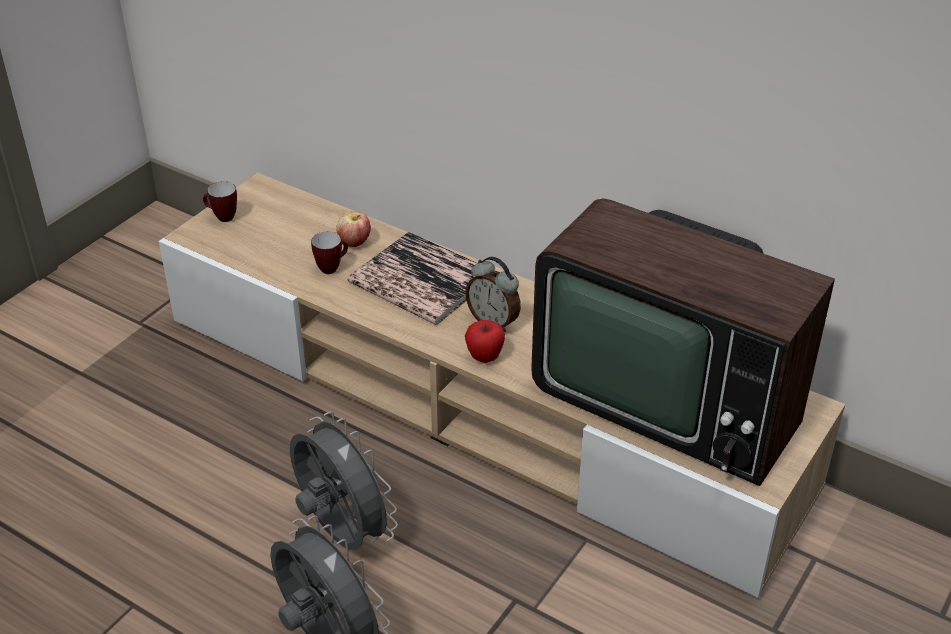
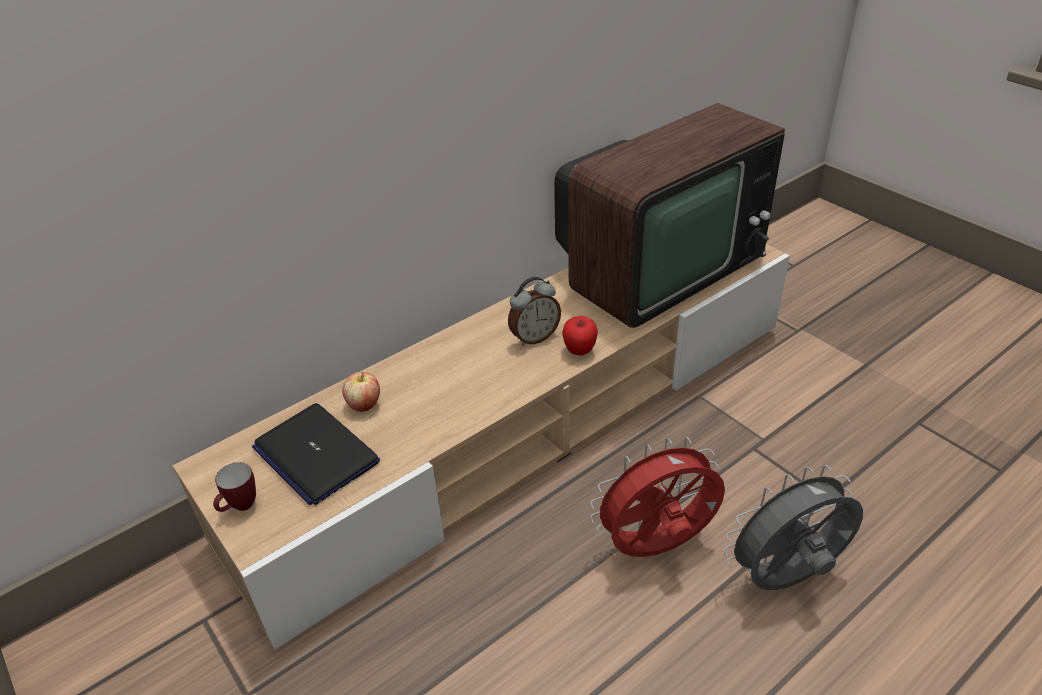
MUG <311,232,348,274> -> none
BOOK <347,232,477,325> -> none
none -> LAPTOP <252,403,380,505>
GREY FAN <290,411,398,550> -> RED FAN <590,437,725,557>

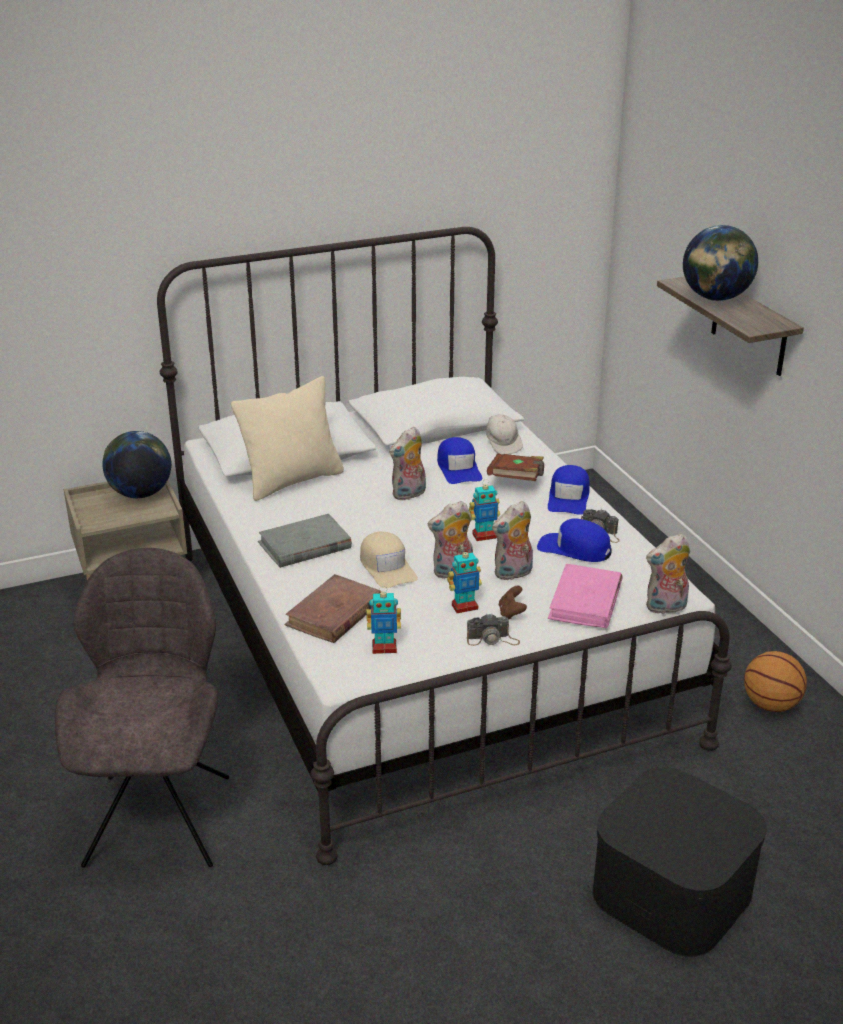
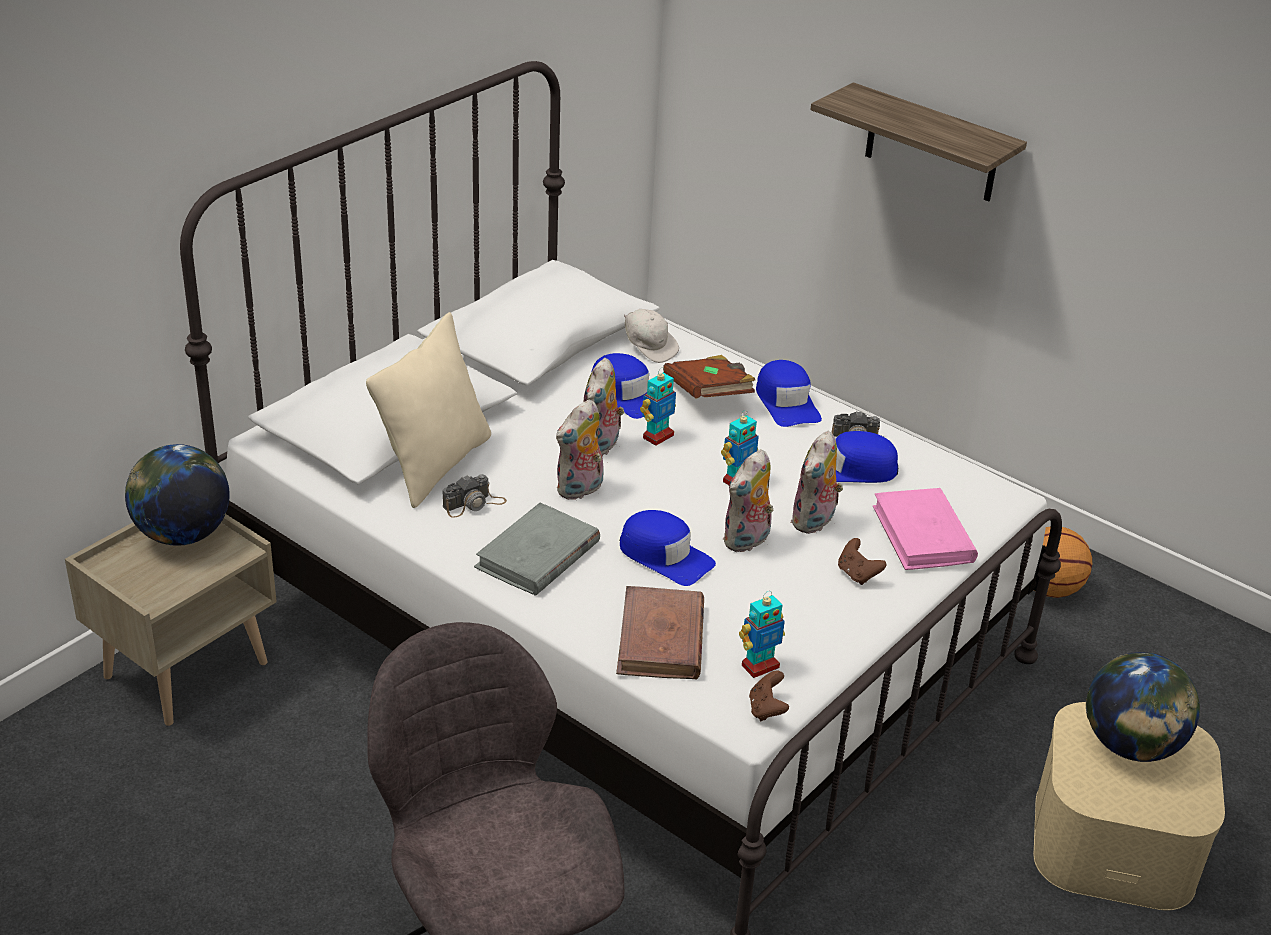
none -> BROWN GAME CONTROLLER <749,670,789,721>
TOY ROBOT <447,547,482,613> -> TOY ROBOT <640,367,676,446>, shifted
PHOTO CAMERA <467,613,520,646> -> PHOTO CAMERA <443,474,507,518>, shifted
PLUSH TOY <646,533,690,614> -> PLUSH TOY <556,399,604,500>, shifted
GLOBE <683,225,758,301> -> GLOBE <1086,652,1200,762>, shifted
BEIGE CAP <360,532,418,588> -> BLUE CAP <620,510,716,586>
BLACK STORAGE BOX <592,767,767,957> -> BEIGE STORAGE BOX <1034,702,1225,911>

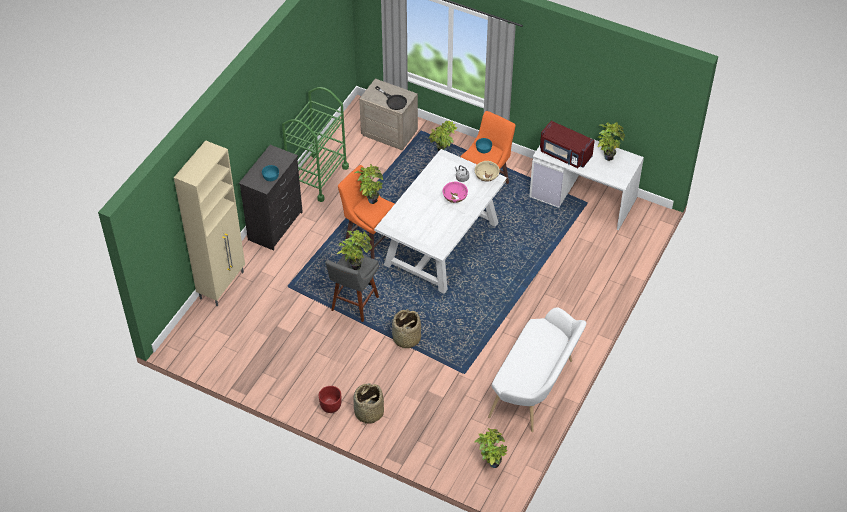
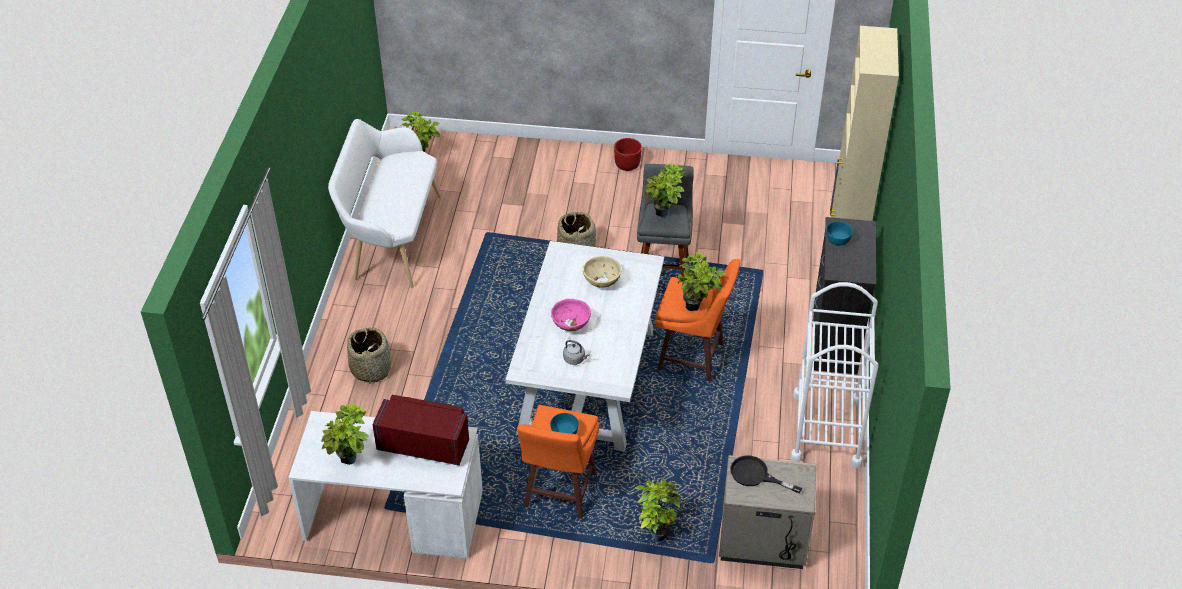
BASKET <353,383,384,425> -> BASKET <347,327,391,384>, shifted
BEIGE BOWL <475,161,500,182> -> BEIGE BOWL <583,256,621,287>, shifted
GREEN CART <282,87,349,202> -> WHITE CART <790,282,879,468>

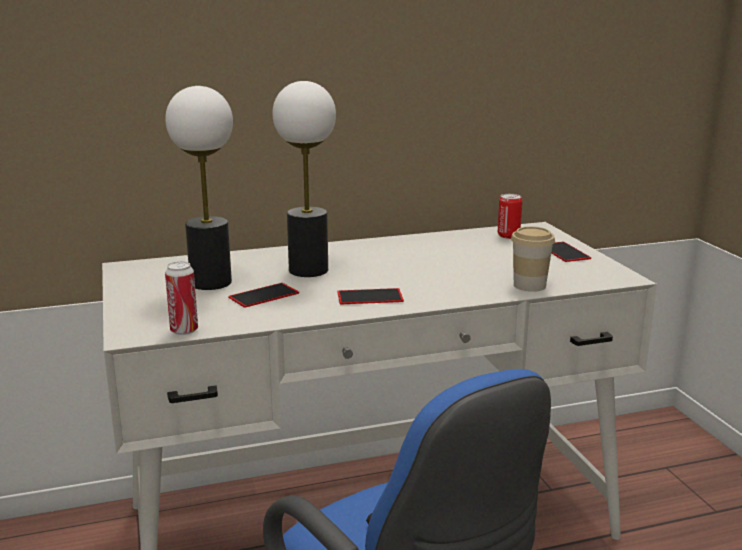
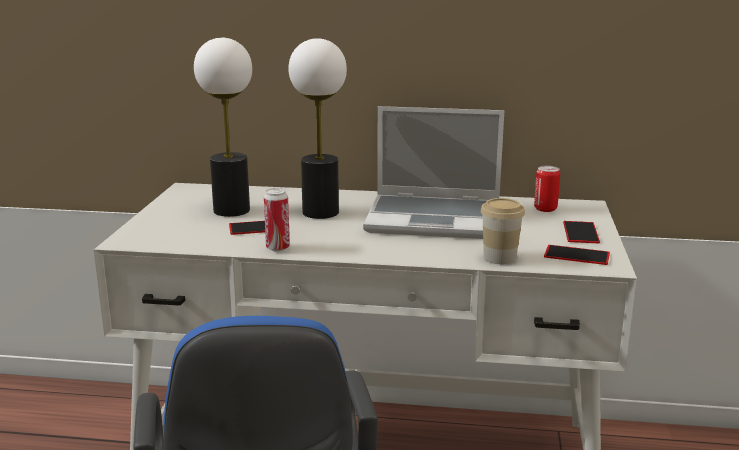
none -> LAPTOP <363,106,504,239>
CAN <165,261,198,335> -> CAN <264,188,290,252>, shifted
PHONE <337,288,404,304> -> PHONE <544,245,610,265>, shifted

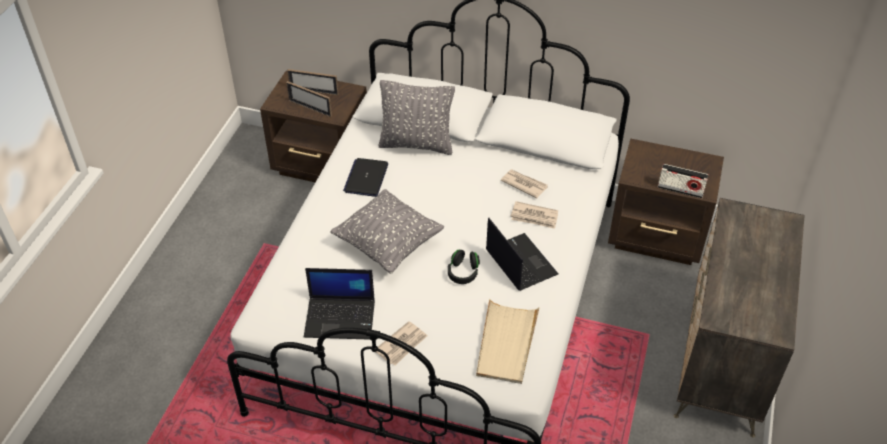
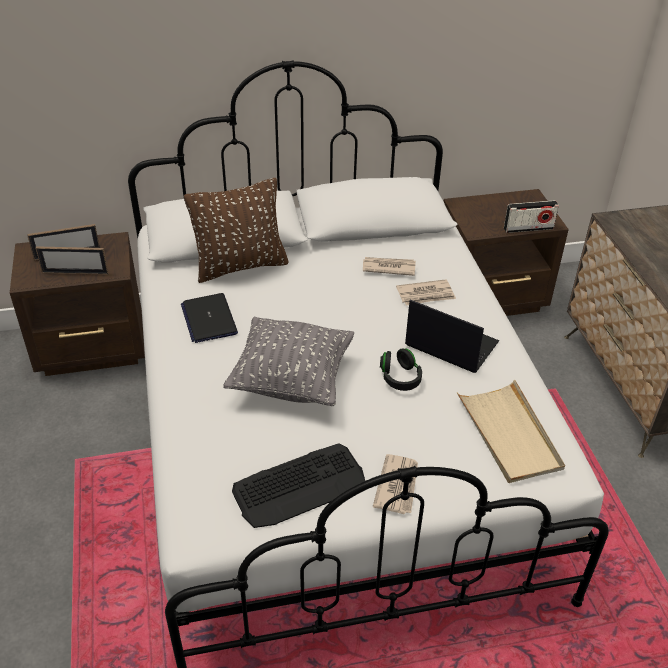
LAPTOP <304,268,375,340> -> KEYBOARD <232,443,365,528>
GREY PILLOW <378,80,455,155> -> BROWN PILLOW <184,178,289,283>

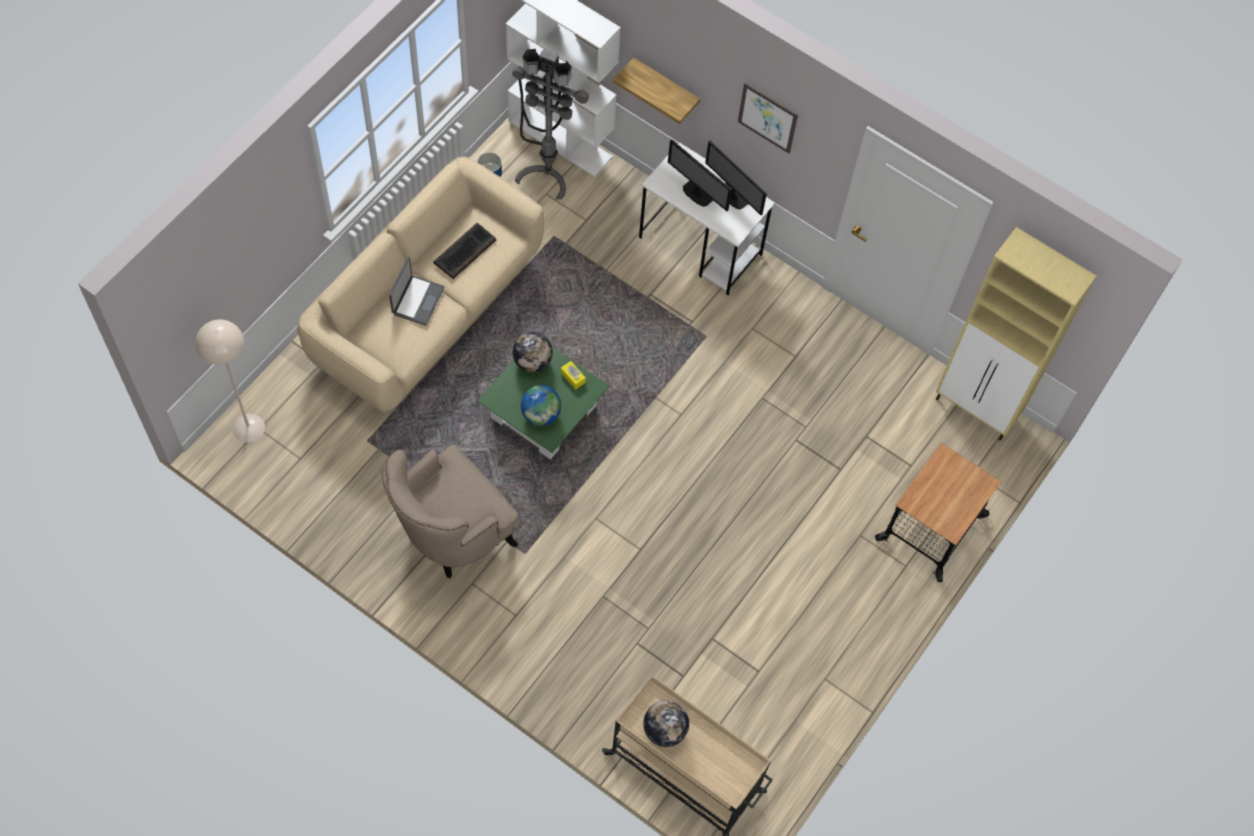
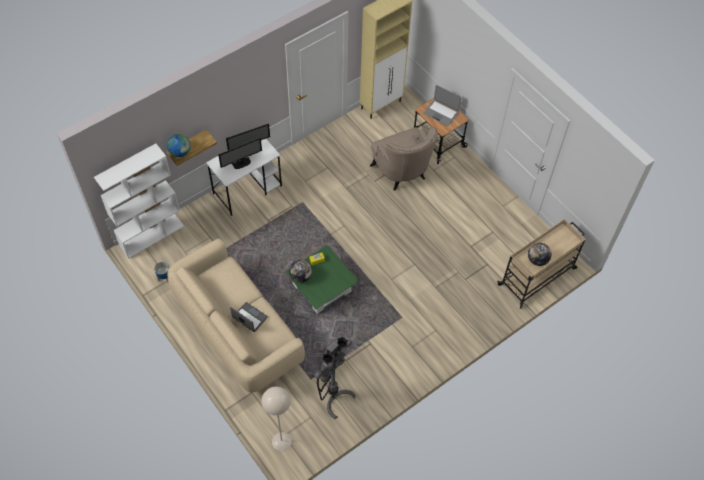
KEYBOARD <433,223,496,279> -> none
PICTURE <738,83,798,153> -> none
none -> LAPTOP <423,85,461,126>
BEIGE ARMCHAIR <381,445,519,579> -> BEIGE ARMCHAIR <370,127,438,190>, shifted
GREY FLOOR LAMP <512,49,589,200> -> GREY FLOOR LAMP <314,337,356,419>, shifted
GLOBE <521,385,561,426> -> GLOBE <167,134,191,157>, shifted

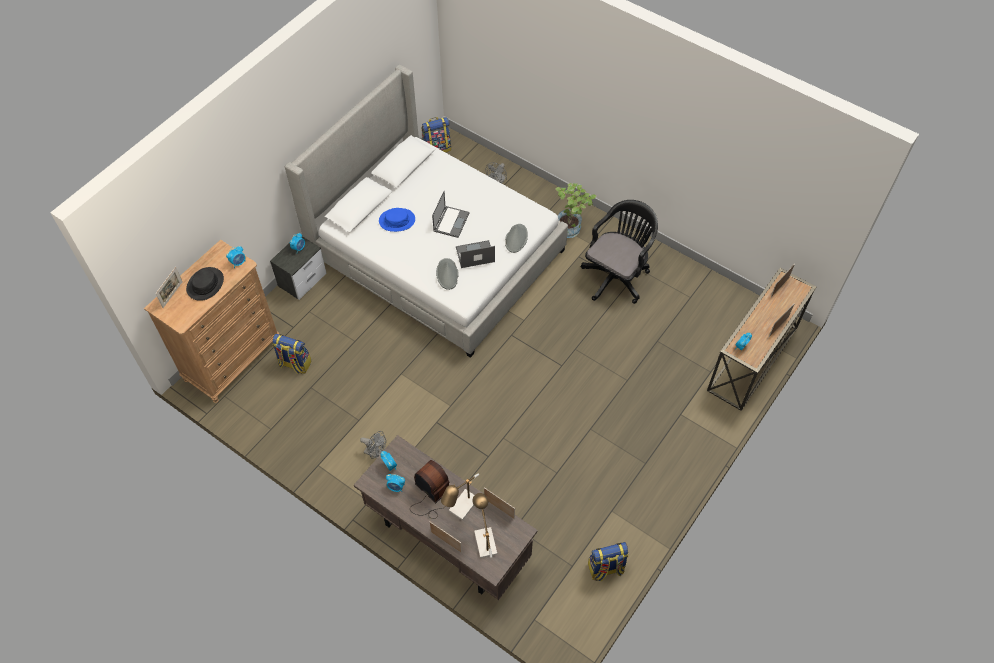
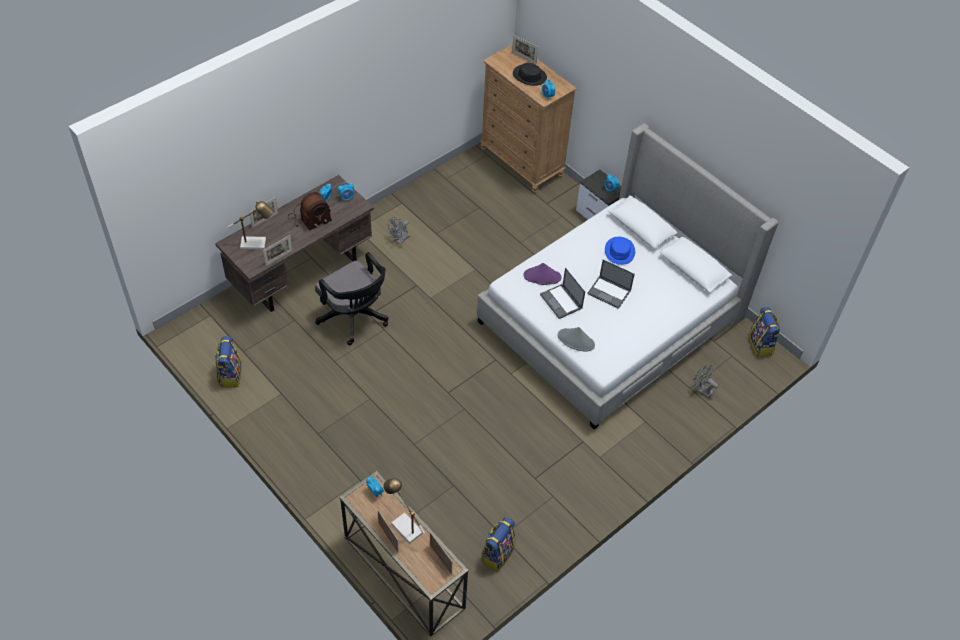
POTTED PLANT <556,183,596,238> -> none
BACKPACK <273,334,312,374> -> BACKPACK <481,517,515,572>, shifted
TABLE LAMP <441,474,479,520> -> TABLE LAMP <383,478,425,544>, shifted
BLACK OFFICE CHAIR <581,200,658,304> -> BLACK OFFICE CHAIR <315,252,388,345>, shifted
GREY HAT <436,258,459,290> -> PURPLE HAT <523,263,562,285>
LAPTOP <456,240,495,268> -> LAPTOP <540,268,585,319>, 150 degrees clockwise

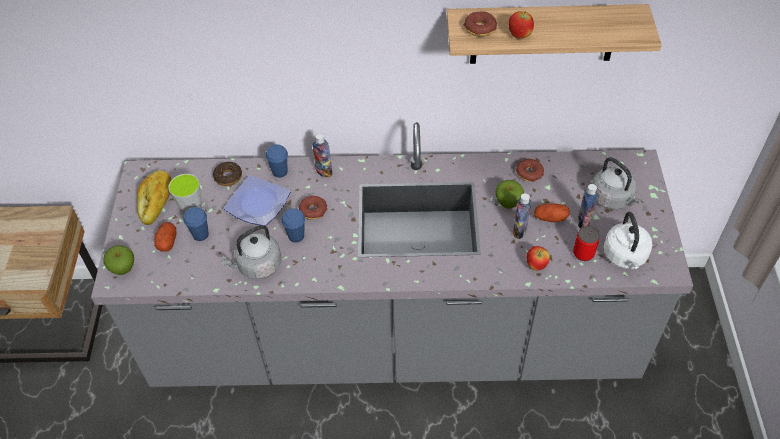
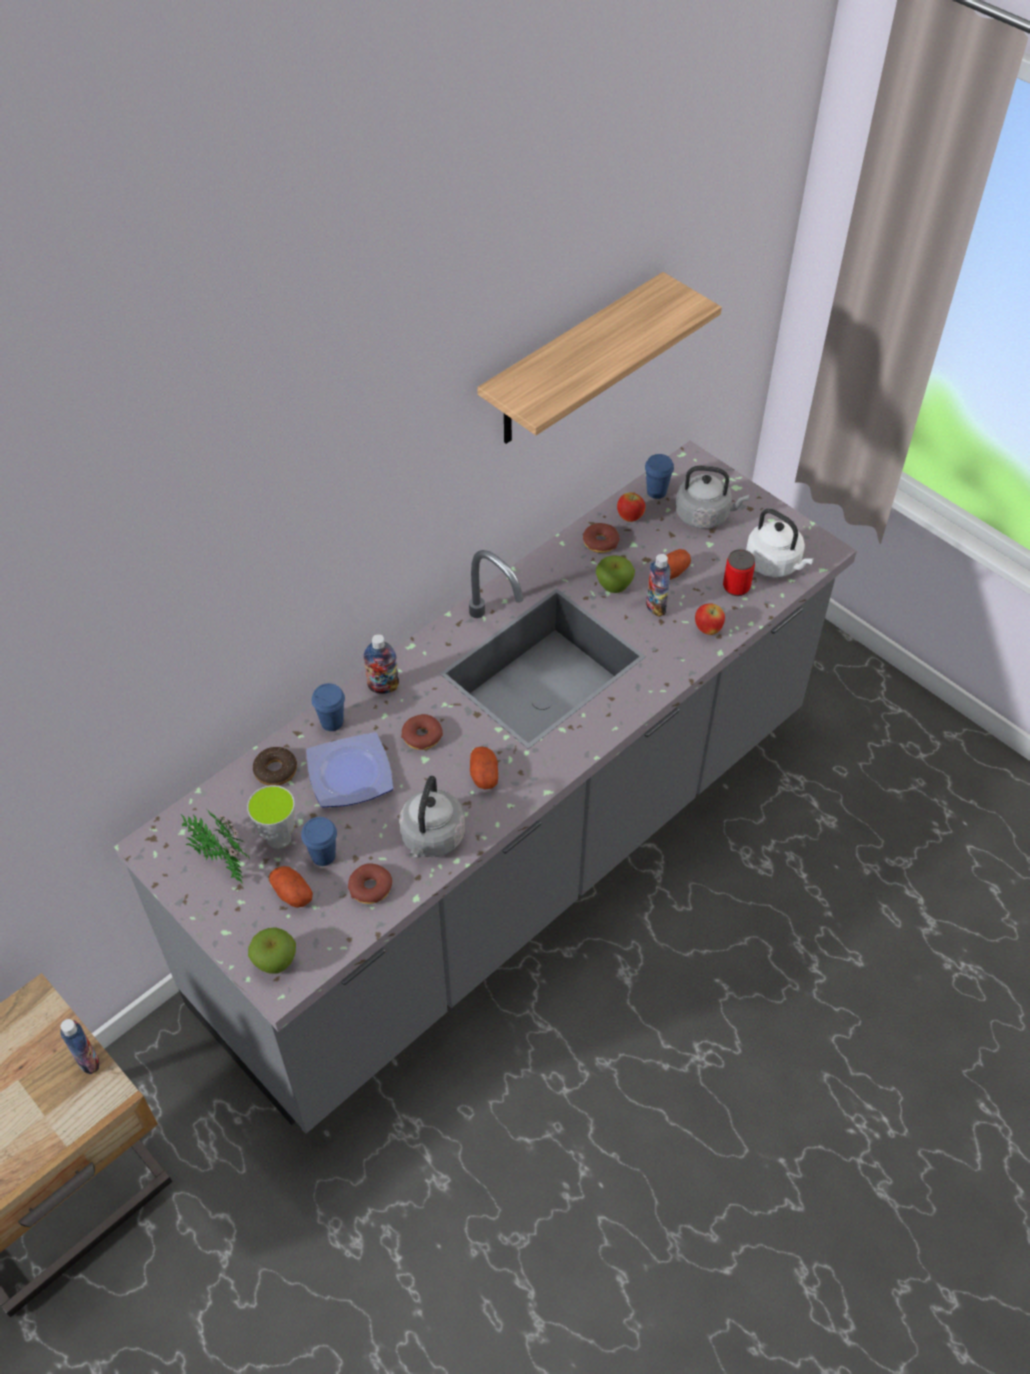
none -> POTATO <470,747,498,789>
BLUE CUP <281,208,305,243> -> BLUE CUP <645,454,674,499>, shifted
DONUT <464,11,497,37> -> DONUT <348,863,392,904>, shifted
APPLE <508,11,534,39> -> APPLE <617,492,646,522>, shifted
BOTTLE <577,184,598,228> -> BOTTLE <60,1019,99,1074>, shifted
BREAD <137,170,171,225> -> POTTED PLANT <181,808,250,884>

